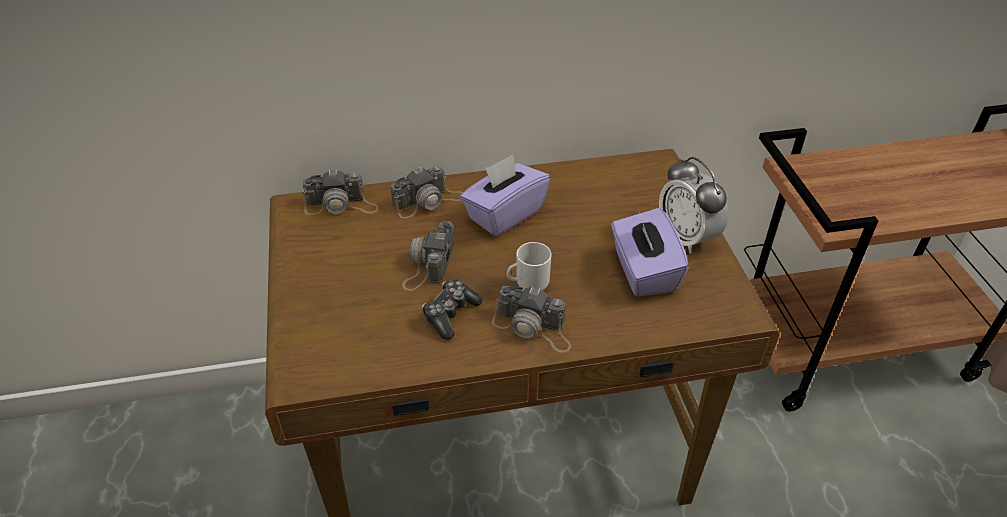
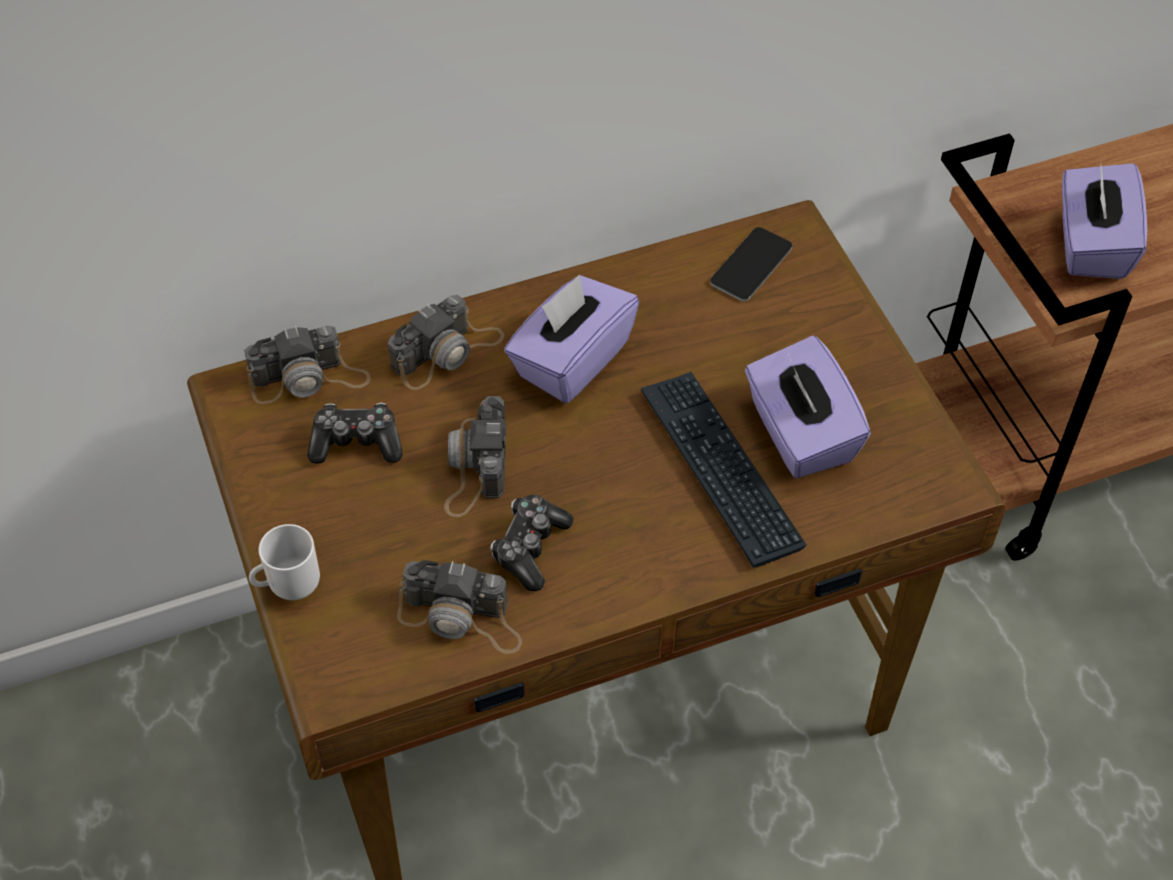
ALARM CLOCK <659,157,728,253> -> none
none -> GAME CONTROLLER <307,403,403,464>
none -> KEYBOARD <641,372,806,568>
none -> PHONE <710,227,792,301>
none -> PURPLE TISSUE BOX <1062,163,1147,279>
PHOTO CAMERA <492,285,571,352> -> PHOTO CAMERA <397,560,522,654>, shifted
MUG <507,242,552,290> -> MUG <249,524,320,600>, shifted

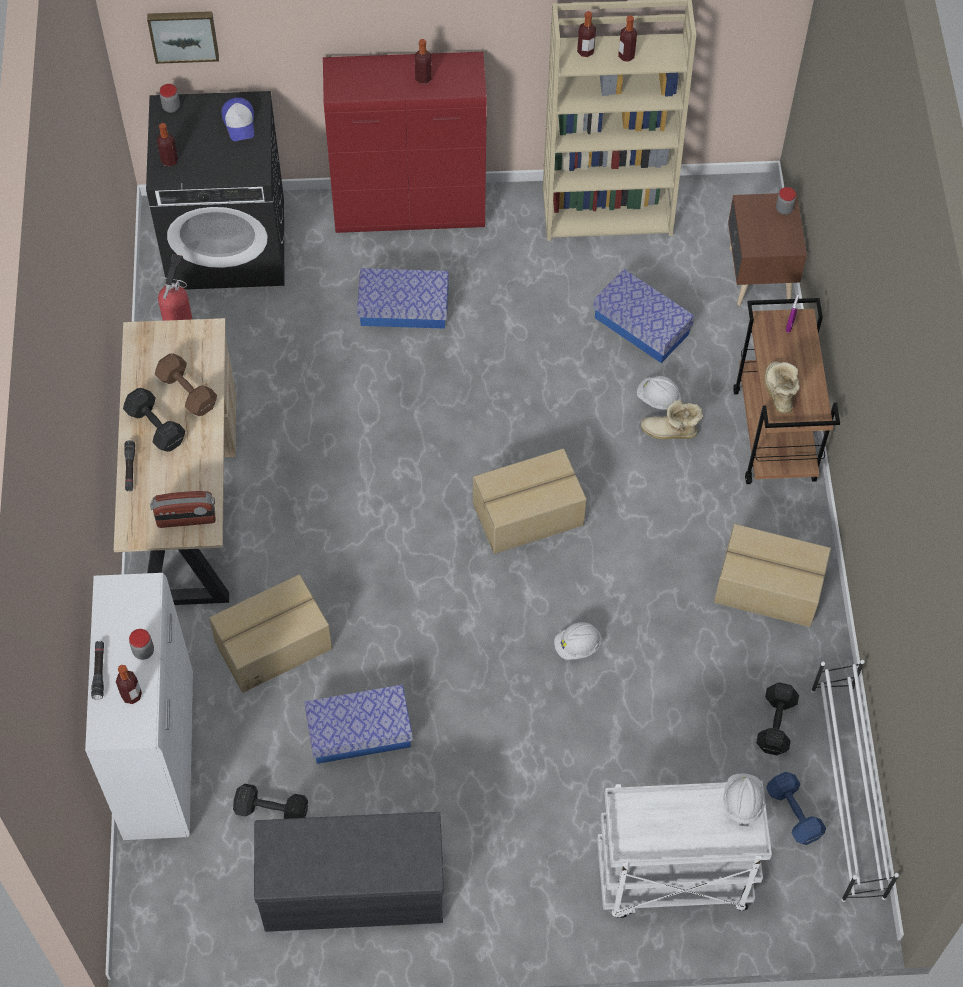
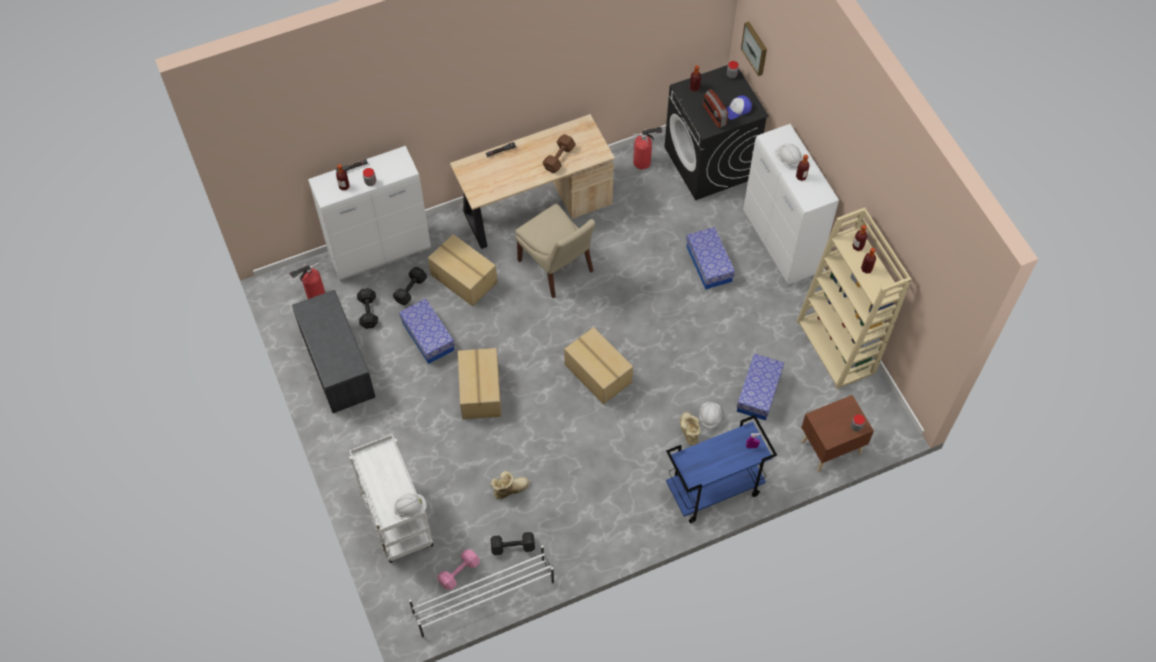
none -> FIRE EXTINGUISHER <289,263,325,299>
none -> BEIGE CHAIR <515,204,595,298>
BLACK DUMBBELL <123,388,185,452> -> BLACK DUMBBELL <393,267,427,305>, shifted
RADIO <150,491,215,528> -> RADIO <703,89,728,128>, shifted
WHITE HARD HAT <554,622,602,660> -> WHITE HARD HAT <775,144,802,168>, shifted
CARDBOARD BOX <714,524,831,627> -> CARDBOARD BOX <458,348,501,419>, shifted
BOOT <764,361,800,413> -> BOOT <491,471,530,499>, shifted
RED CABINET <323,52,487,233> -> WHITE CABINET <743,124,839,285>
BROWN CART <733,298,840,484> -> BLUE CART <666,415,777,523>
BLUE DUMBBELL <766,772,826,845> -> PINK DUMBBELL <437,550,480,590>

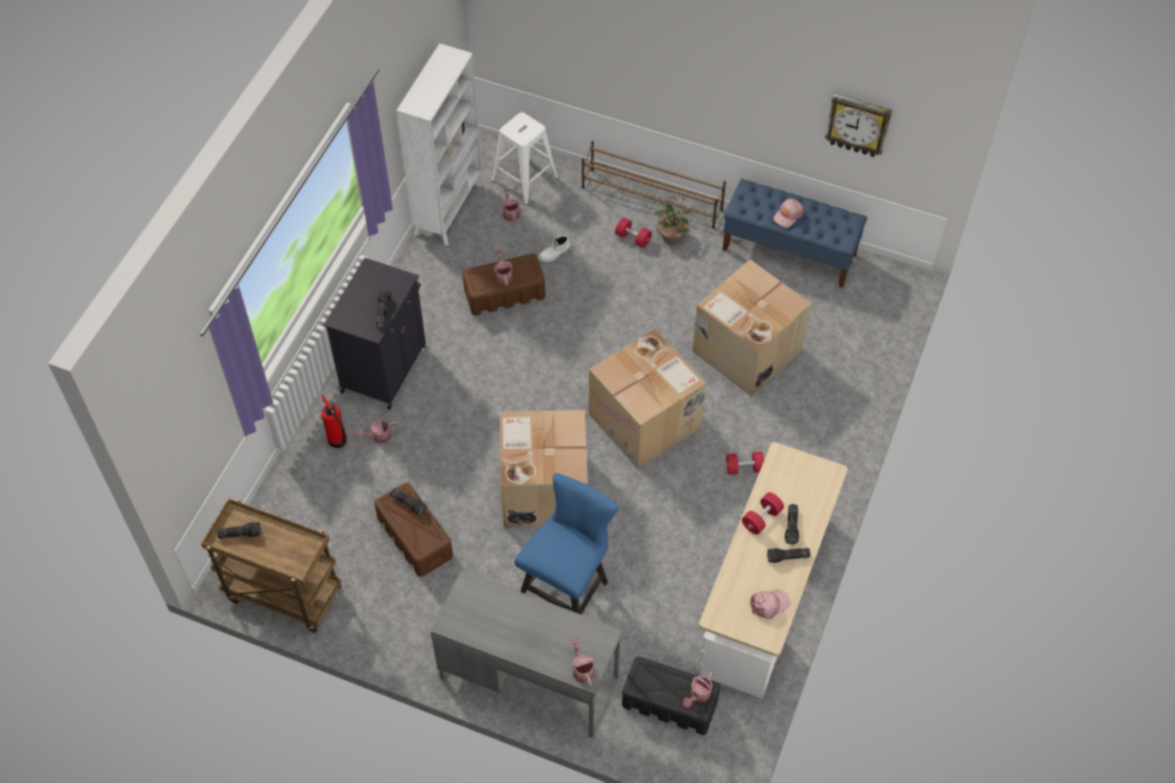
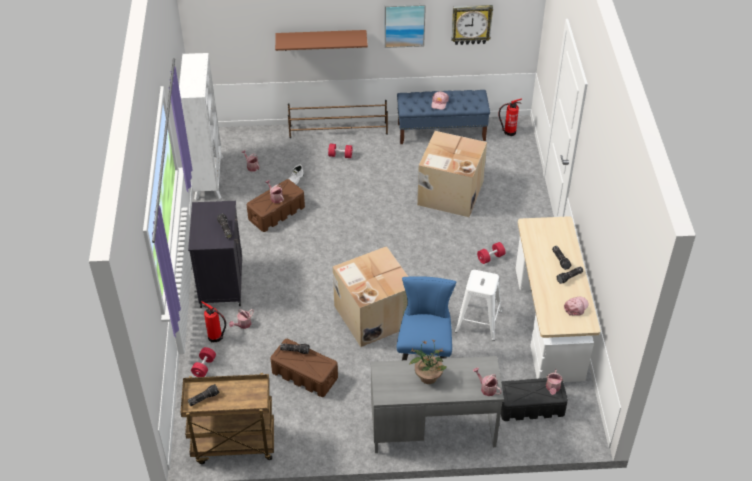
CARDBOARD BOX <589,329,706,469> -> none
none -> BROWN SHELF <275,30,368,51>
none -> PICTURE <385,3,426,48>
none -> FIRE EXTINGUISHER <498,99,522,136>
WHITE STOOL <491,112,559,205> -> WHITE STOOL <455,270,502,341>, shifted
POTTED PLANT <653,194,690,244> -> POTTED PLANT <409,339,447,384>, shifted
RED DUMBBELL <742,492,784,535> -> RED DUMBBELL <191,347,216,377>, shifted

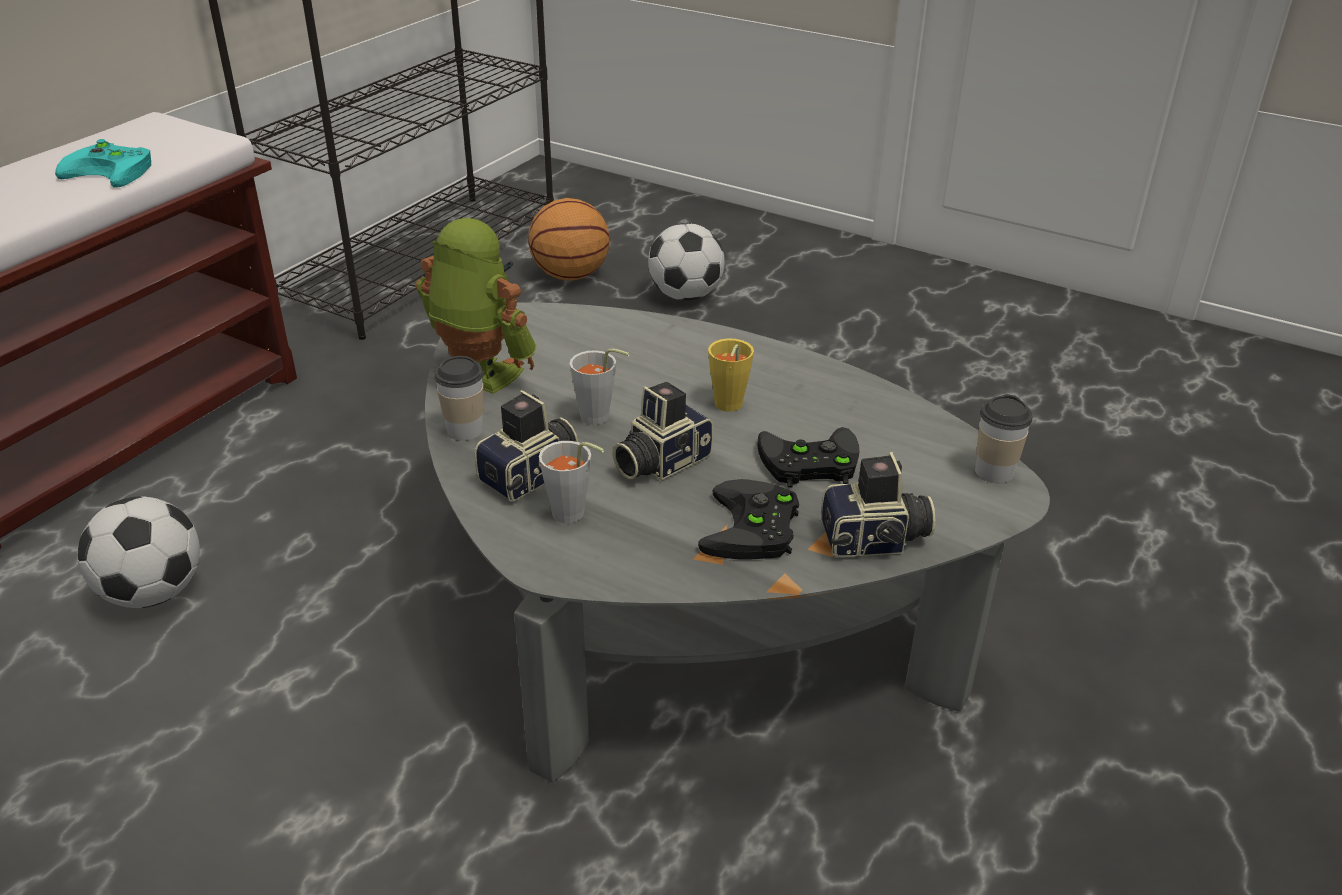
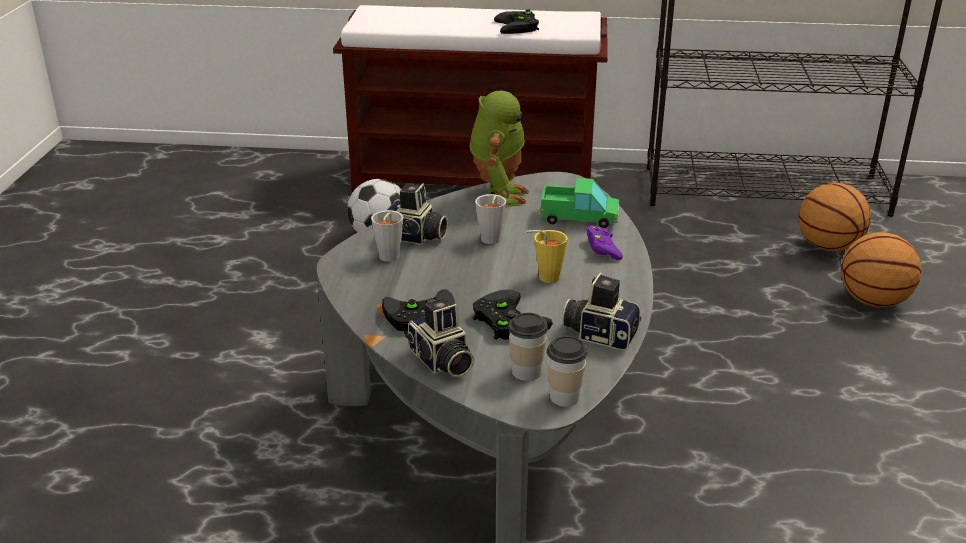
none -> TOY TRUCK <540,178,619,228>
none -> PURPLE GAME CONTROLLER <587,226,623,260>
CUP <434,356,484,441> -> CUP <508,313,548,381>, shifted
PHOTO CAMERA <612,382,713,481> -> PHOTO CAMERA <562,273,641,350>, shifted
FOOTBALL <648,223,725,301> -> BASKETBALL <841,232,922,307>
TURQUOISE GAME CONTROLLER <55,139,151,188> -> BLACK GAME CONTROLLER <494,9,539,34>

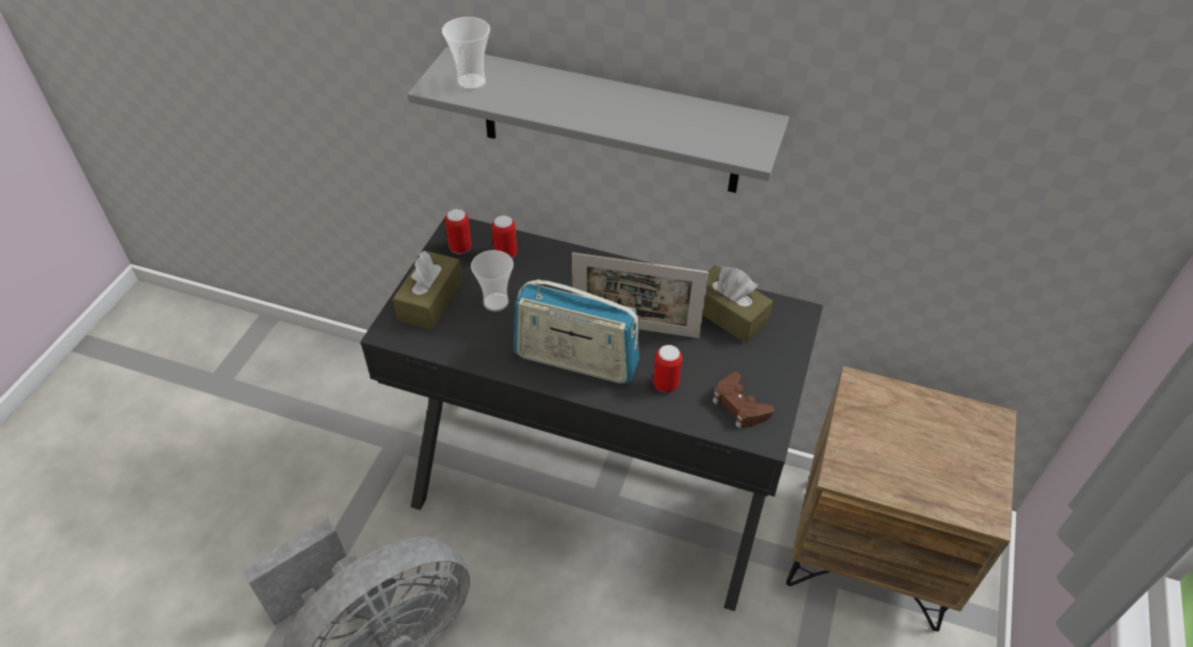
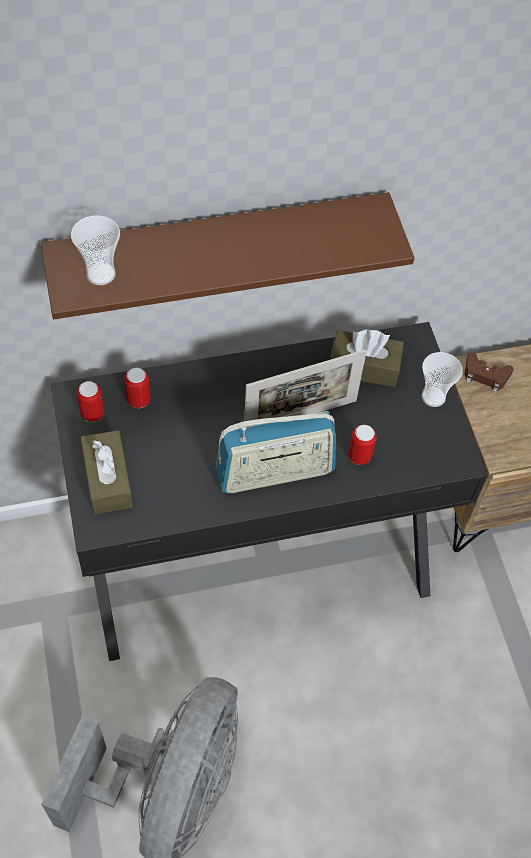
CUP <471,250,514,311> -> CUP <422,352,463,407>, shifted
BROWN GAME CONTROLLER <712,372,774,428> -> BROWN GAME CONTROLLER <464,352,514,392>, shifted
GREY SHELF <407,47,789,193> -> BROWN SHELF <41,192,414,319>

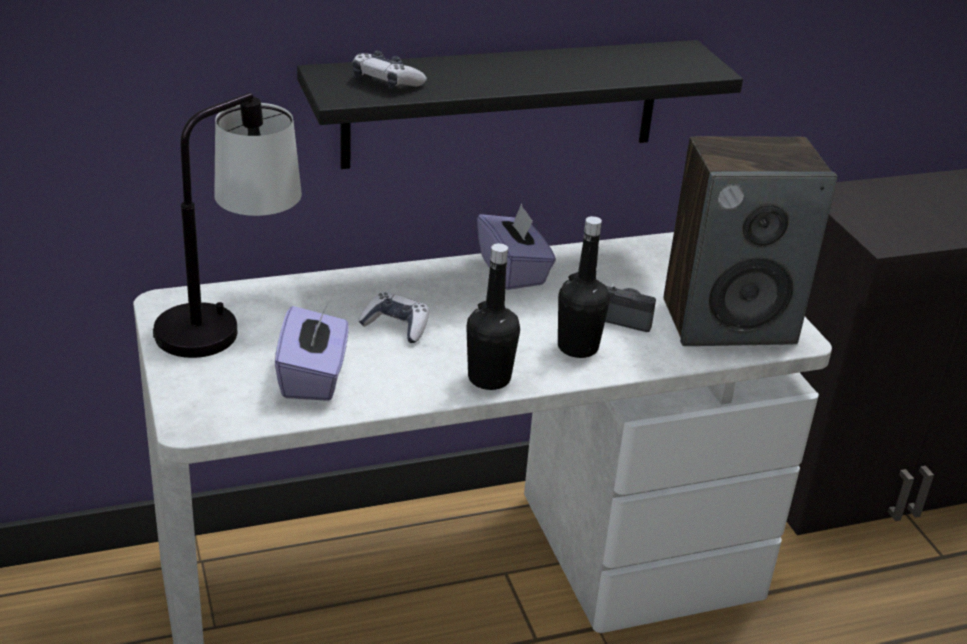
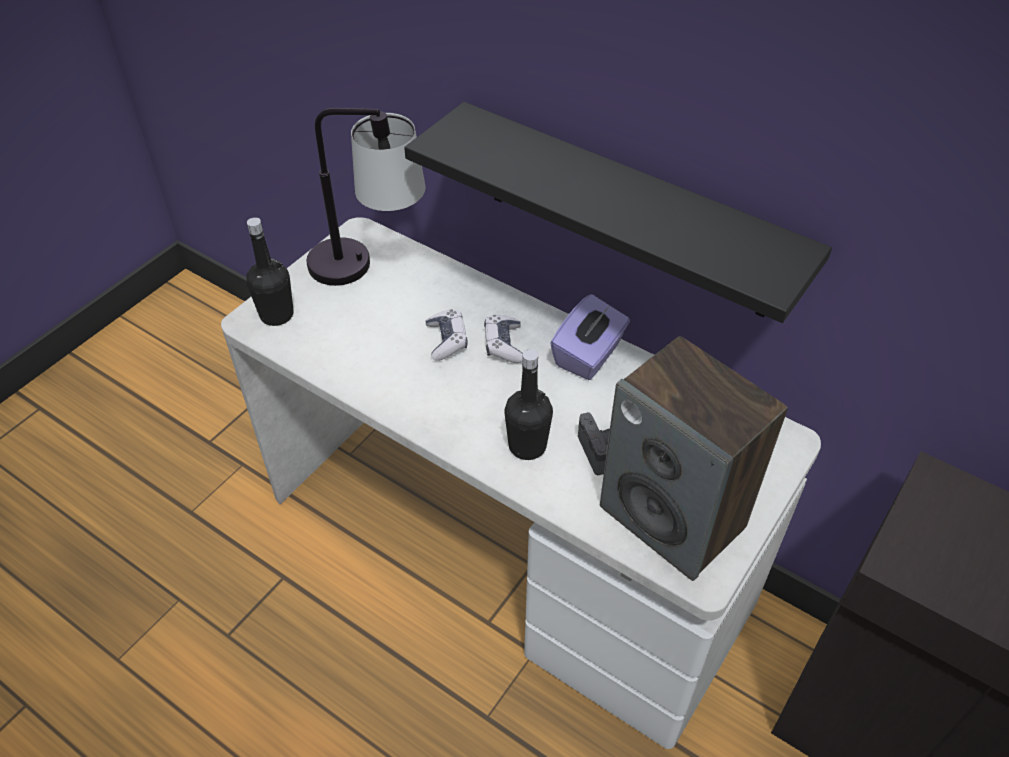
PURPLE TISSUE BOX <275,305,349,401> -> none
GAME CONTROLLER <352,51,427,89> -> GAME CONTROLLER <484,315,523,363>, shifted
BLACK BOTTLE <466,243,520,390> -> BLACK BOTTLE <246,217,294,326>, shifted

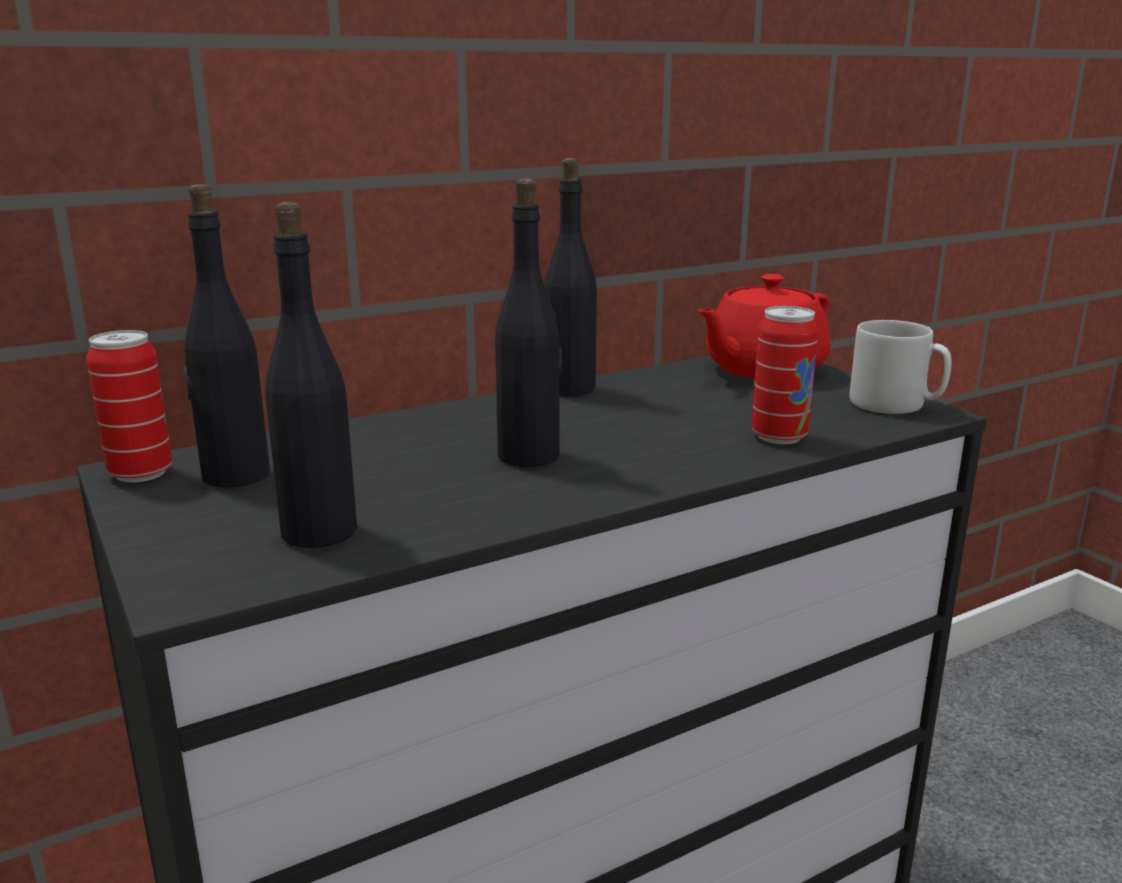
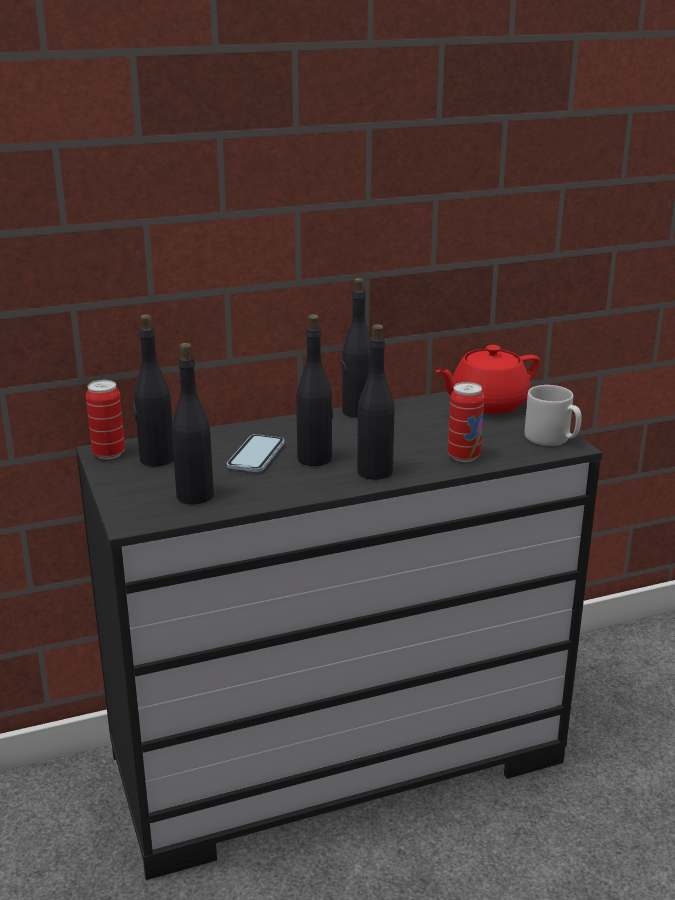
none -> PHONE <227,434,285,472>
none -> BLACK BOTTLE <357,324,395,480>

